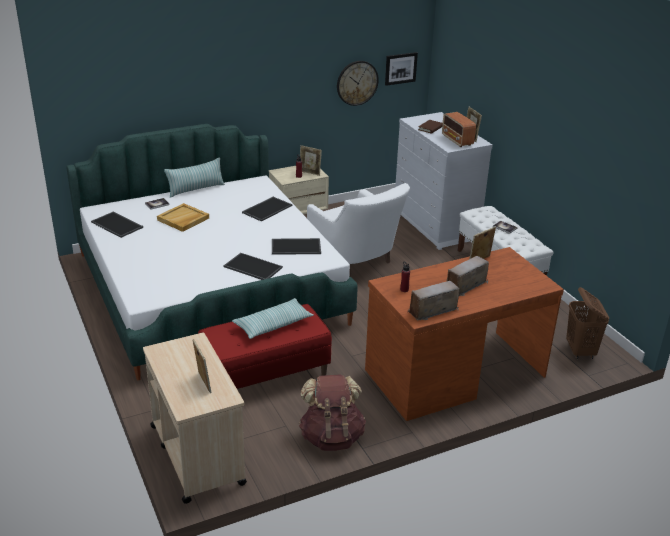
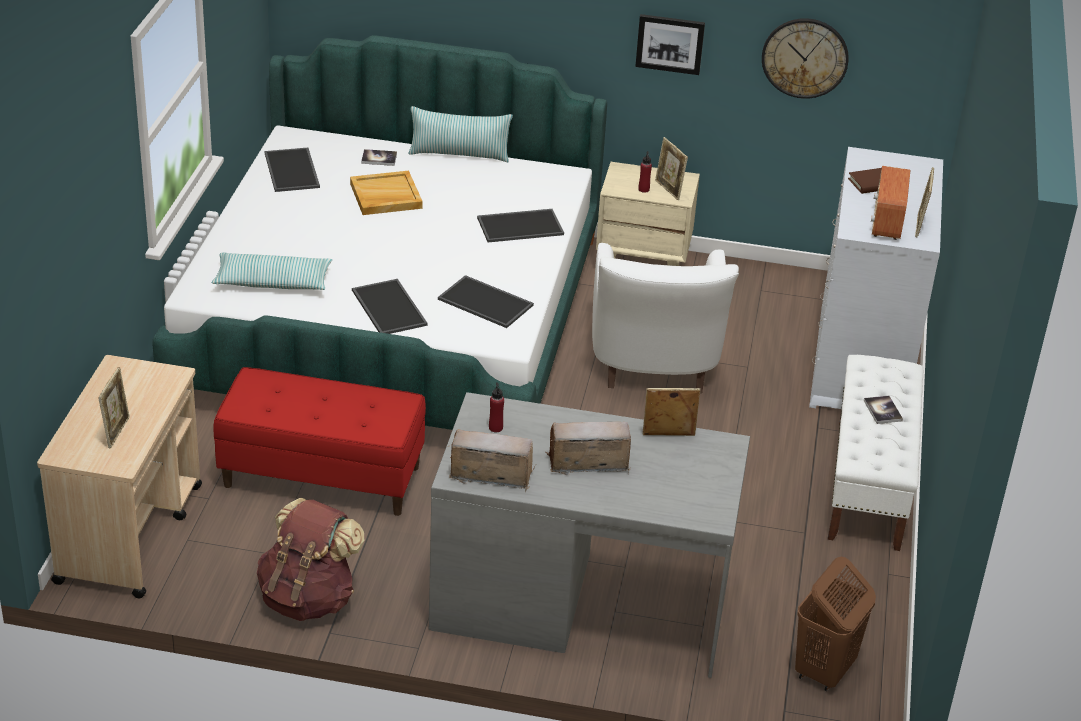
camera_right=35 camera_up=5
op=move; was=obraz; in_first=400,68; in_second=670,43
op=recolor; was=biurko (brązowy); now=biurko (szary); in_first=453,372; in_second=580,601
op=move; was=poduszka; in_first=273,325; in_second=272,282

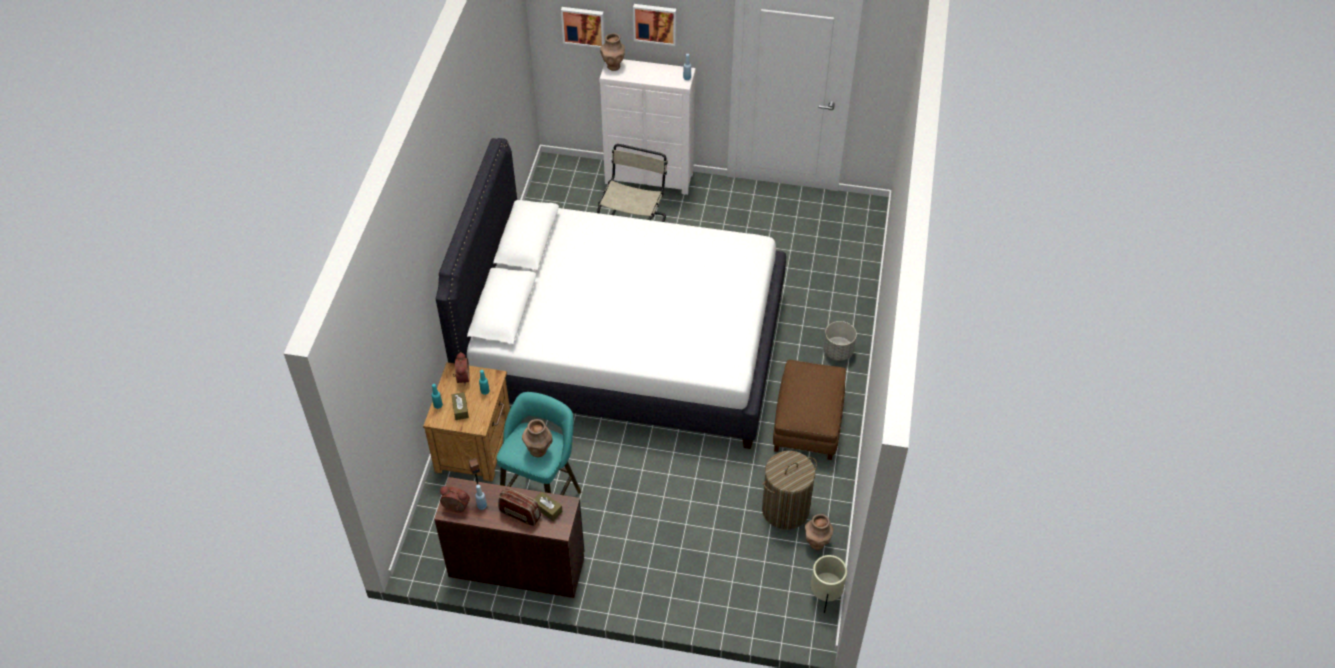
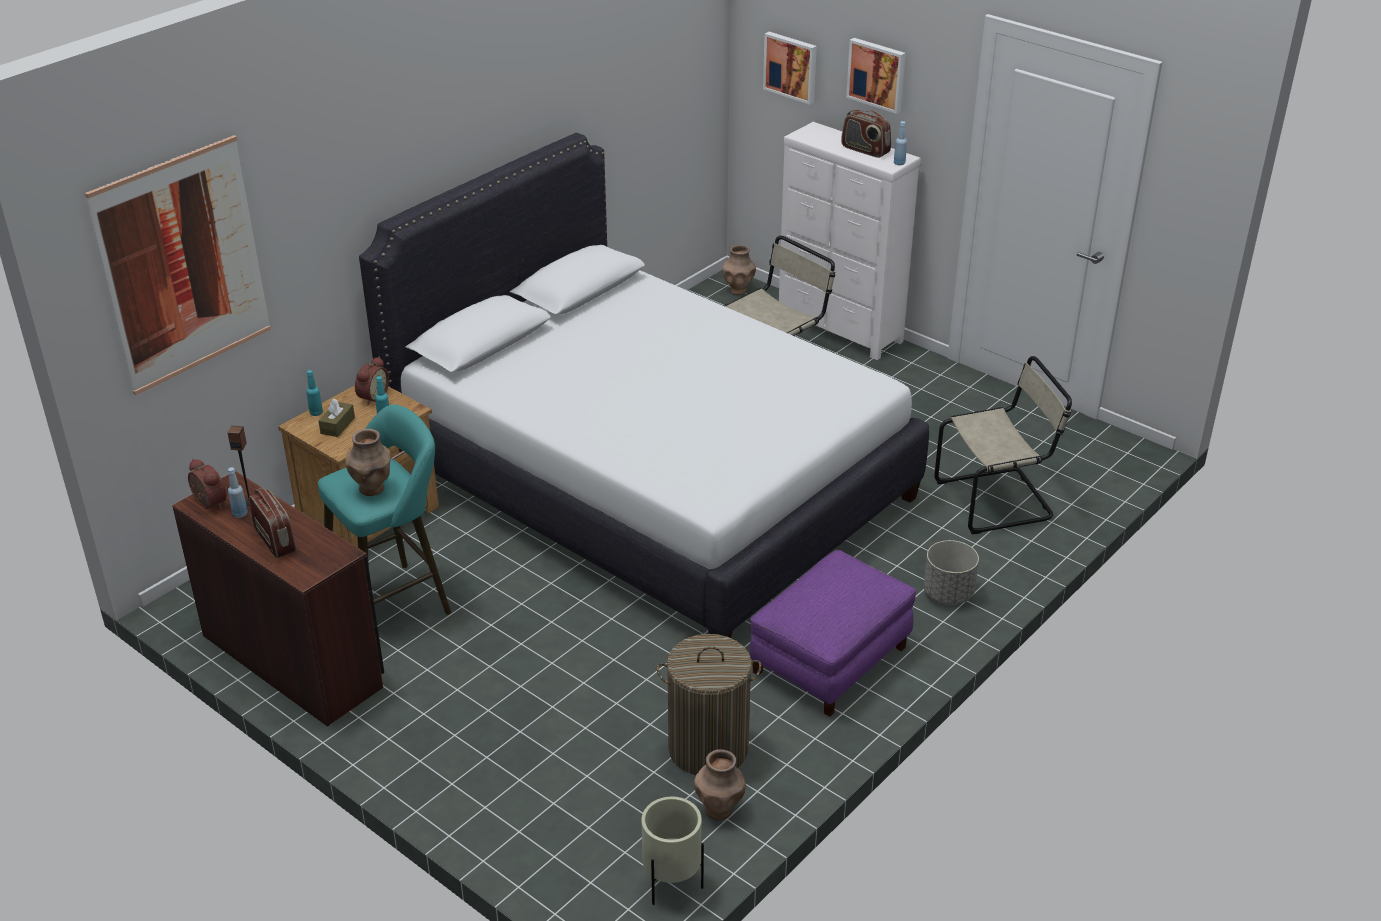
camera_right=30 camera_up=-15
op=move; was=wazon (brązowy); in_first=613,66; in_second=738,290
op=recolor; was=pufa (brązowy); now=pufa (fioletowy); in_first=808,424; in_second=830,661
op=delete; was=pudełko chusteczek (brązowy); in_first=547,509
op=insert; now=radio; in_second=865,150
op=insert; now=obraz; in_second=183,264
op=insert; now=krzesło (beżowy); in_second=997,500

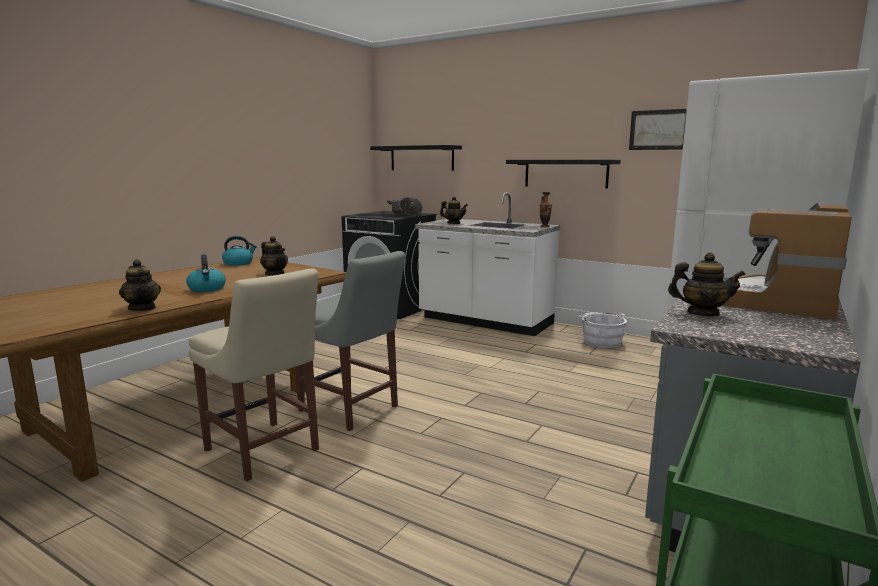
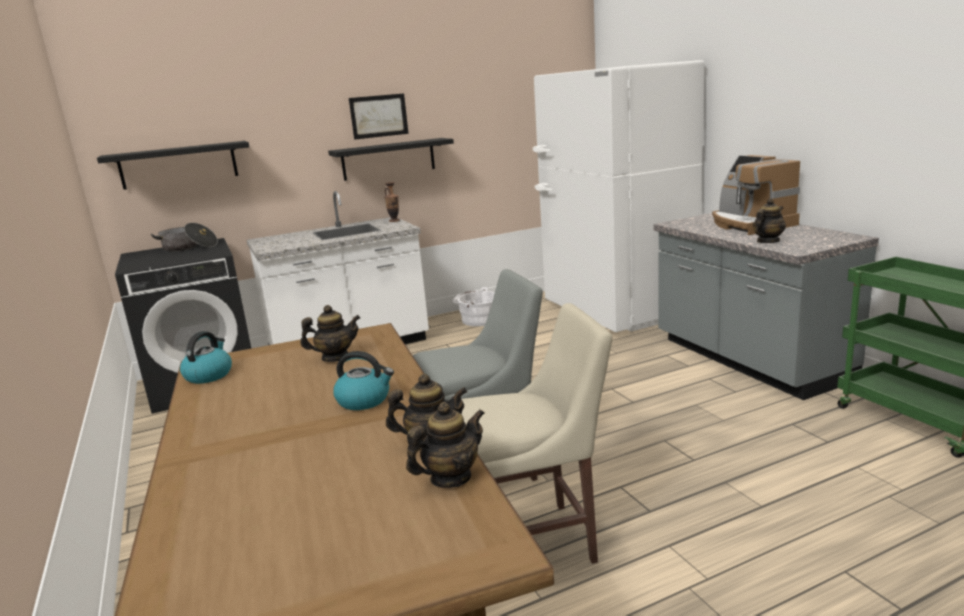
camera_right=-55 camera_up=5
op=move; was=obraz; in_first=658,130; in_second=379,116
op=move; was=imbryk; in_first=453,223; in_second=450,478

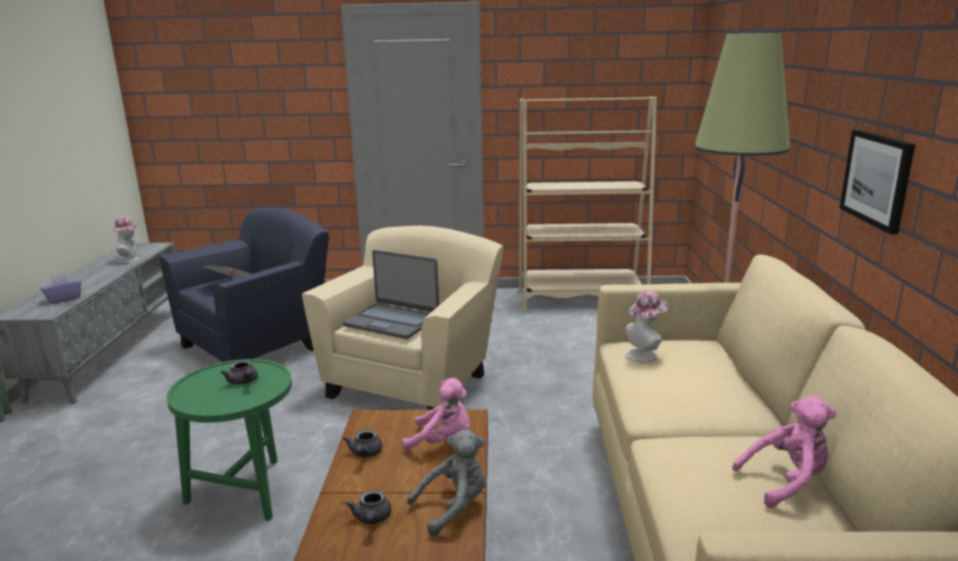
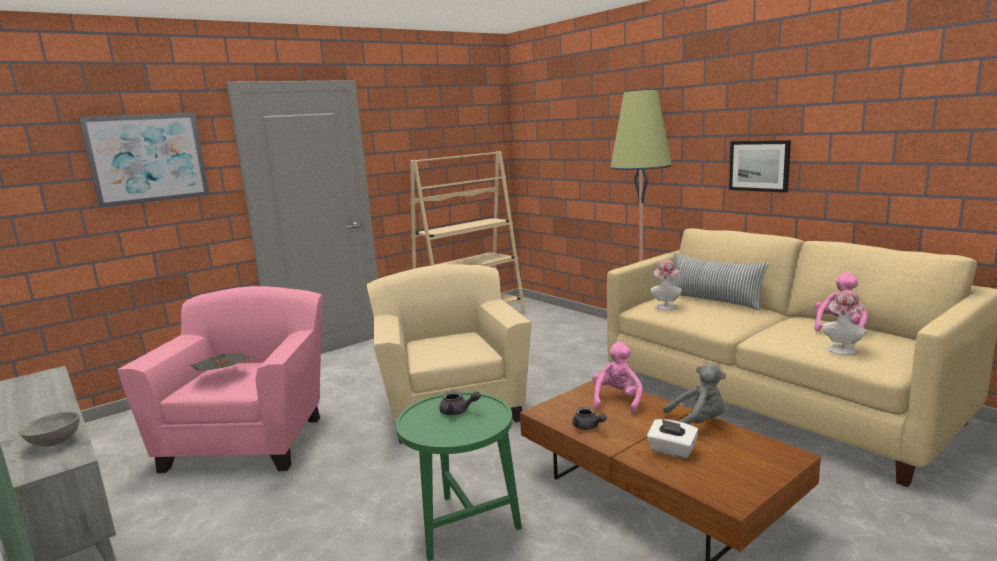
camera_right=-40 camera_up=-5
op=recolor; was=fotel (niebieski); now=fotel (różowy); in_first=258,345; in_second=251,439
op=move; was=kapelusz; in_first=131,259; in_second=843,348
op=delete; was=laptop; in_first=392,321
op=replace; was=pudełko chusteczek (fioletowy); now=miska (szary); in_first=63,298; in_second=54,443
op=rotate; was=pluszak (różowy); in_first=443,442; in_second=617,400; clockwise=-45
op=rotate; was=pluszak (szary); in_first=454,507; in_second=697,423; clockwise=75
op=replace; was=imbryk (szary); now=pudełko chusteczek (biały); in_first=372,519; in_second=672,450
op=insert; now=obraz; in_second=147,158
op=insert; now=poduszka; in_second=714,301

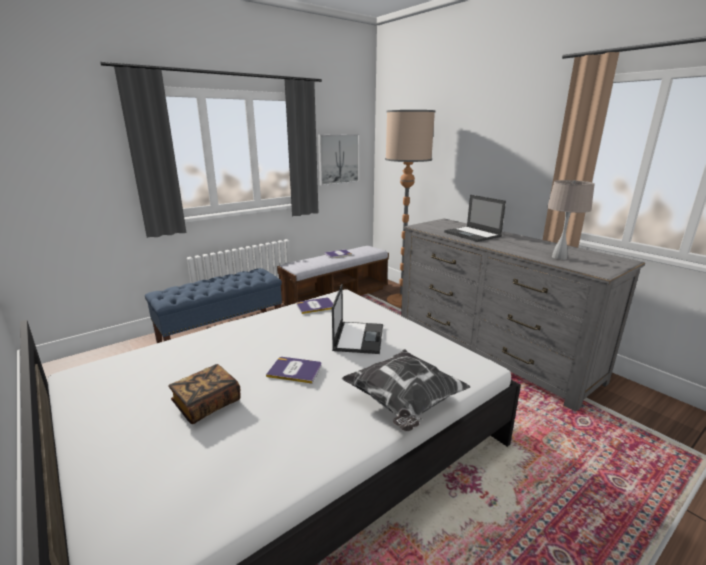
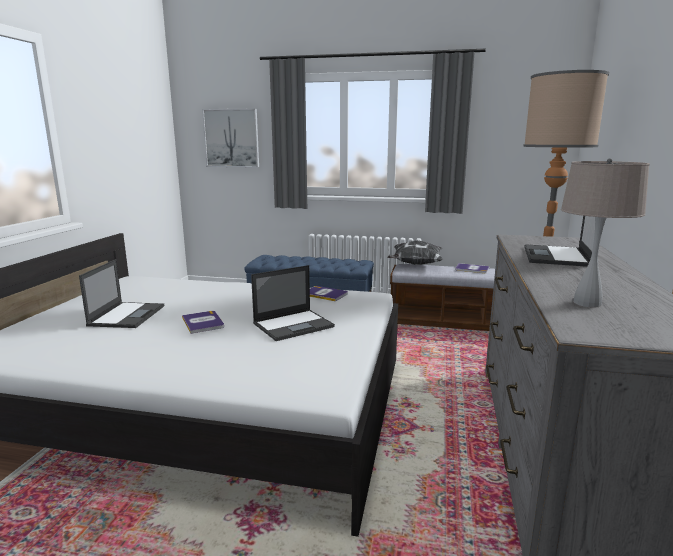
camera_right=50 camera_up=-5
op=move; was=obraz; in_first=338,159; in_second=231,138
op=move; was=poduszka; in_first=404,403; in_second=415,265
op=replace; was=książka; now=laptop; in_first=207,404; in_second=127,315

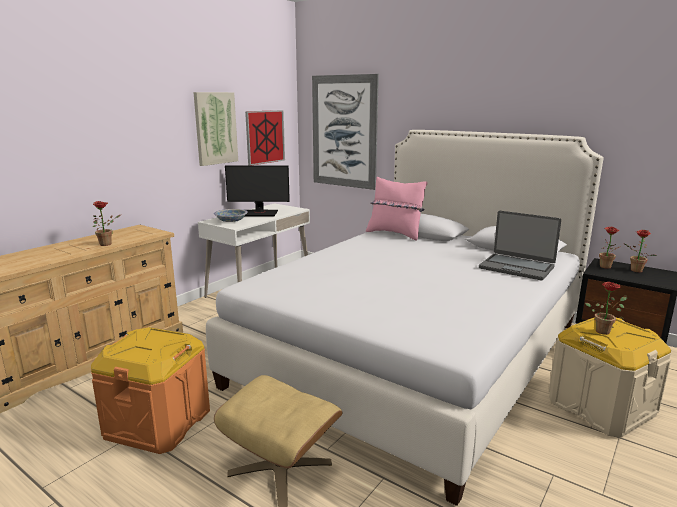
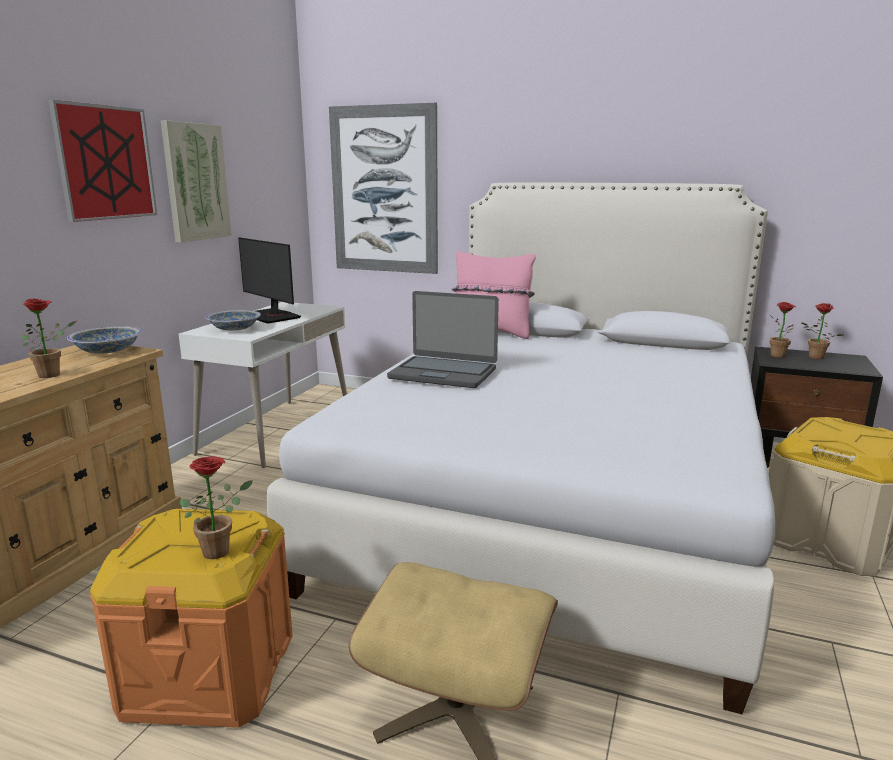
camera_right=-15 camera_up=0
op=move; was=obraz; in_first=265,137; in_second=105,163
op=rotate; was=monitor; in_first=259,213; in_second=271,316; clockwise=60
op=move; was=laptop; in_first=516,267; in_second=443,373
op=move; was=roślina doniczkowa; in_first=604,331; in_second=221,550
op=insert; now=miska; in_second=107,351

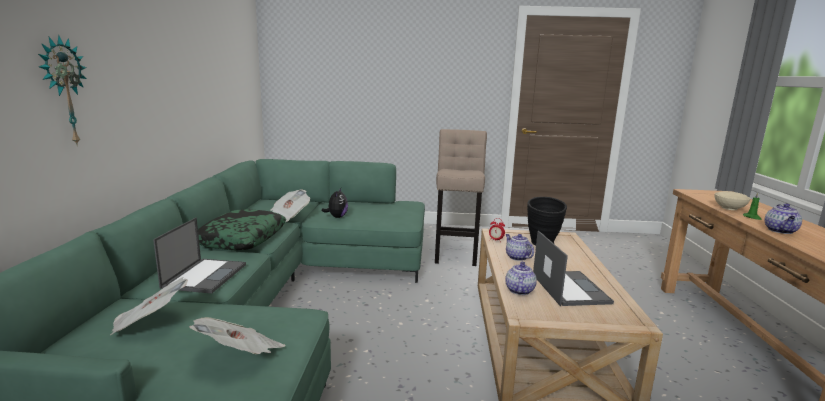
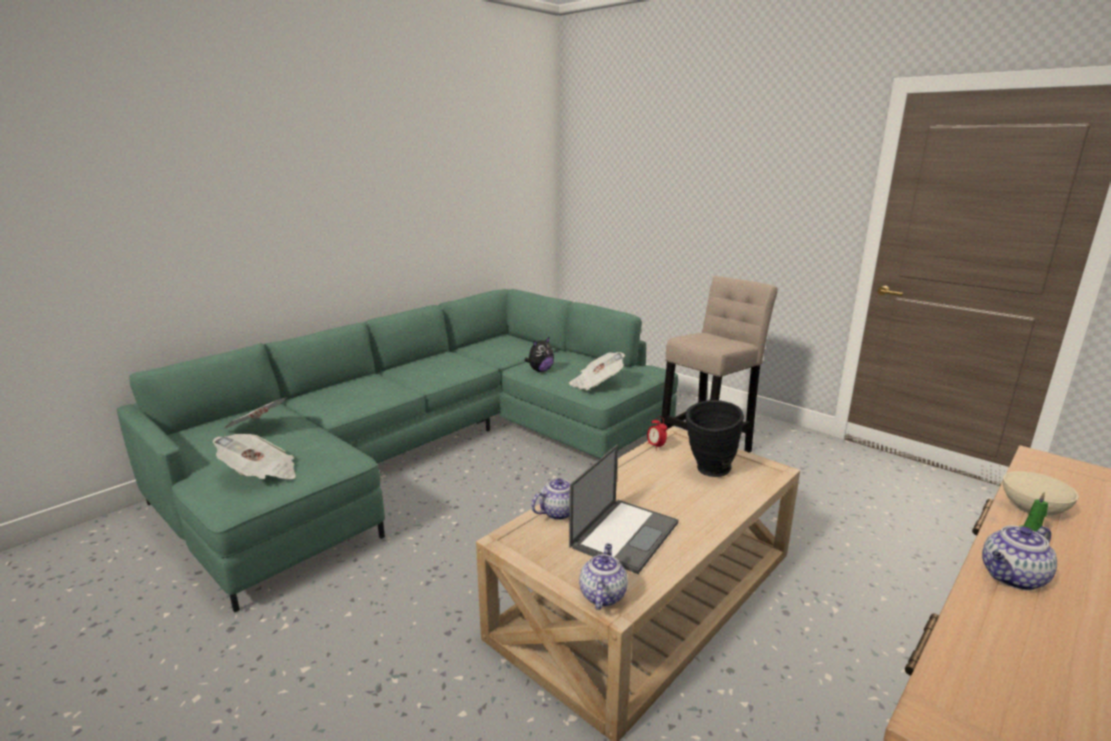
camera_right=40 camera_up=5
op=delete; was=zegar ścienny; in_first=63,92
op=move; was=gazeta; in_first=287,217; in_second=596,384
op=delete; was=poduszka; in_first=242,238
op=delete; was=laptop; in_first=205,275
op=move; was=imbryk; in_first=517,257; in_second=602,595

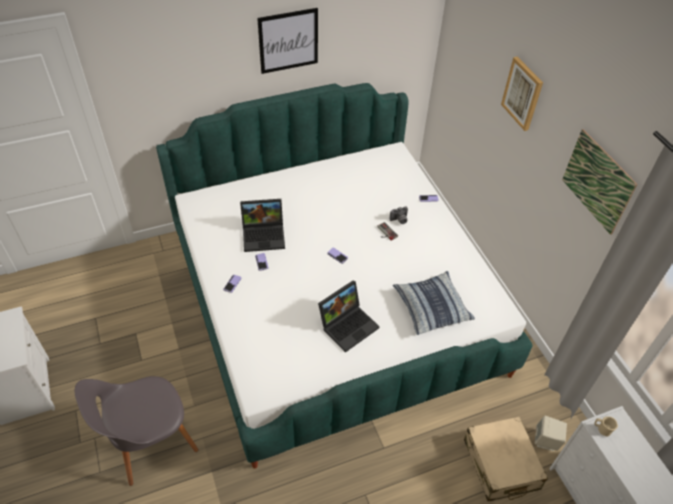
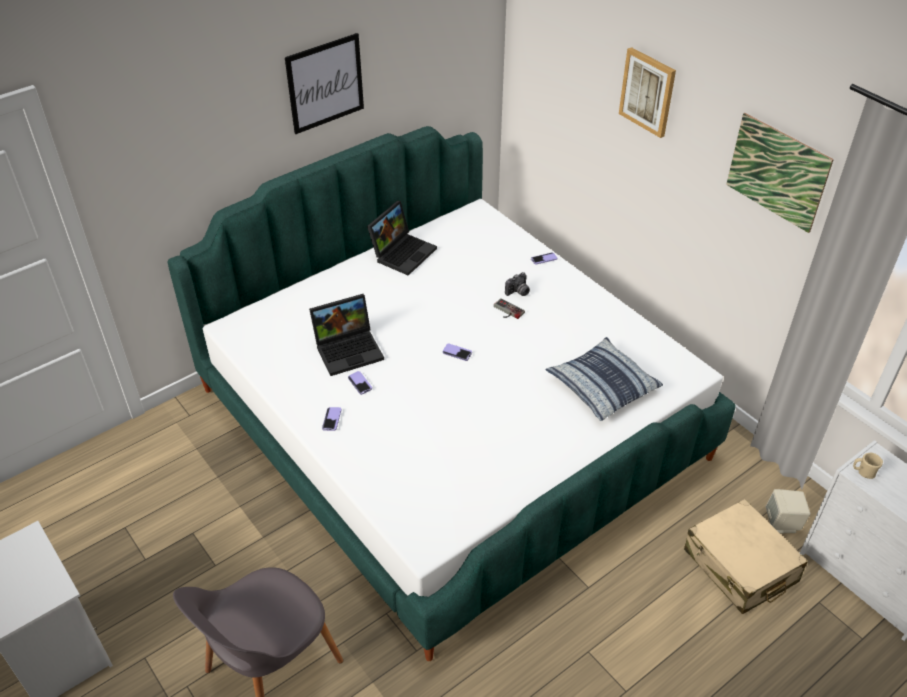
camera_right=-15 camera_up=-5
op=move; was=laptop; in_first=348,324; in_second=403,252

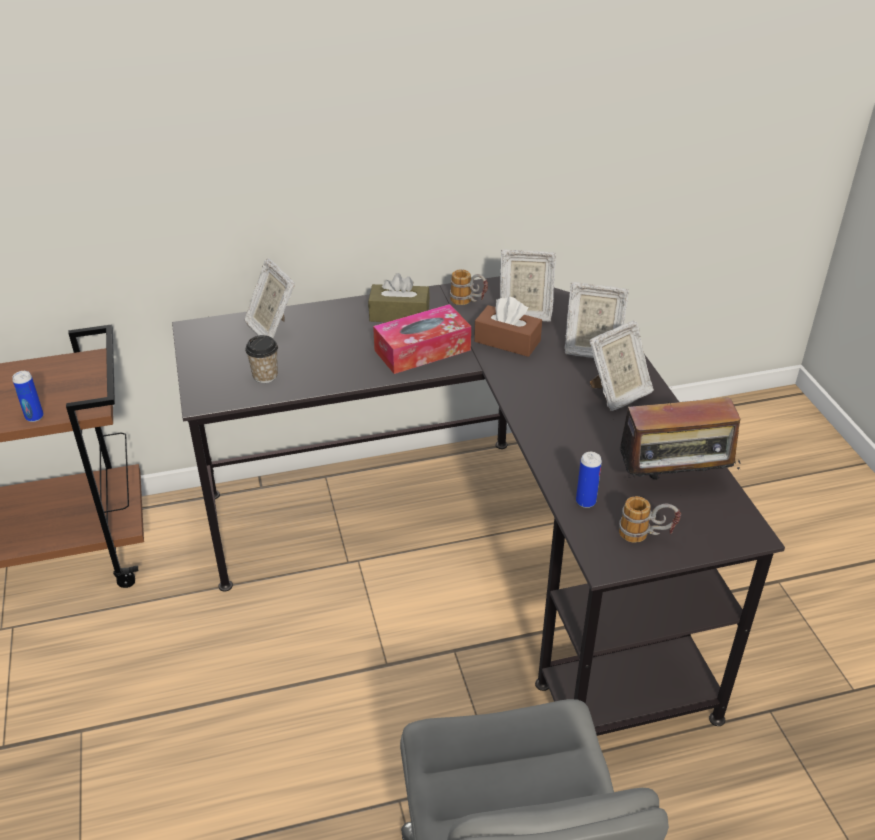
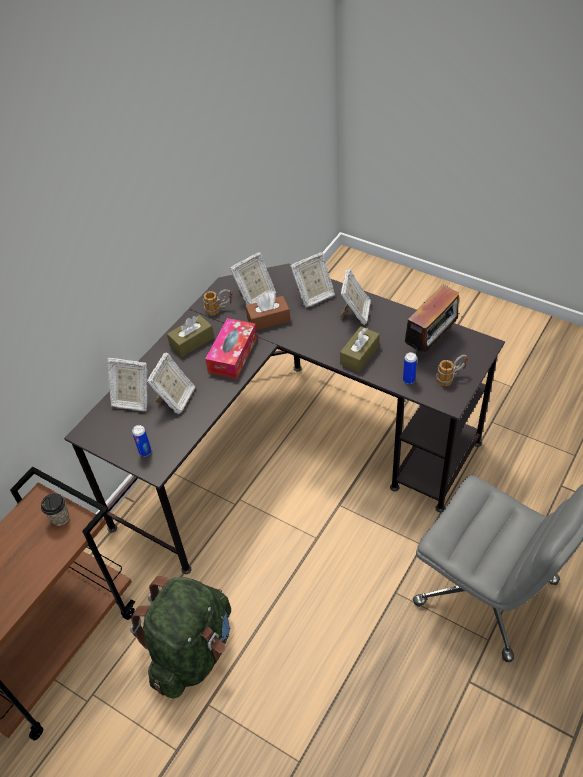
camera_right=-40 camera_up=10
op=move; was=filiżanka; in_first=265,376; in_second=60,518
op=move; was=puszka; in_first=34,417; in_second=145,452
op=insert; now=pudełko chusteczek (brązowy); in_second=359,355
op=insert; now=ramka na zdjęcie; in_second=175,399
op=insert; now=plecak (zielony); in_second=192,651

